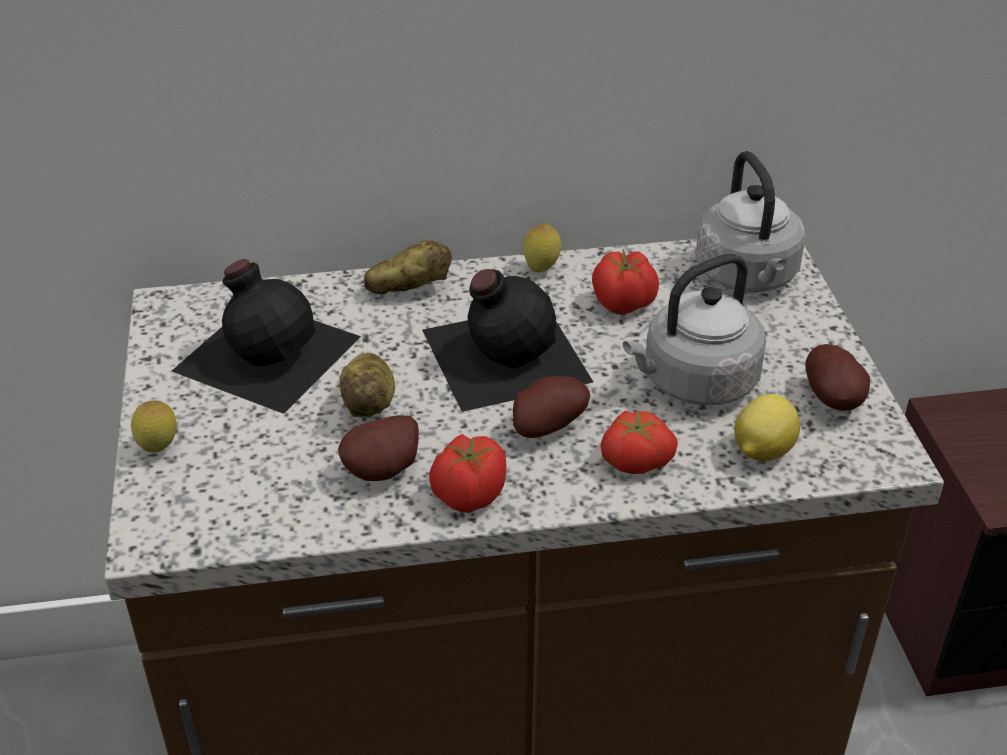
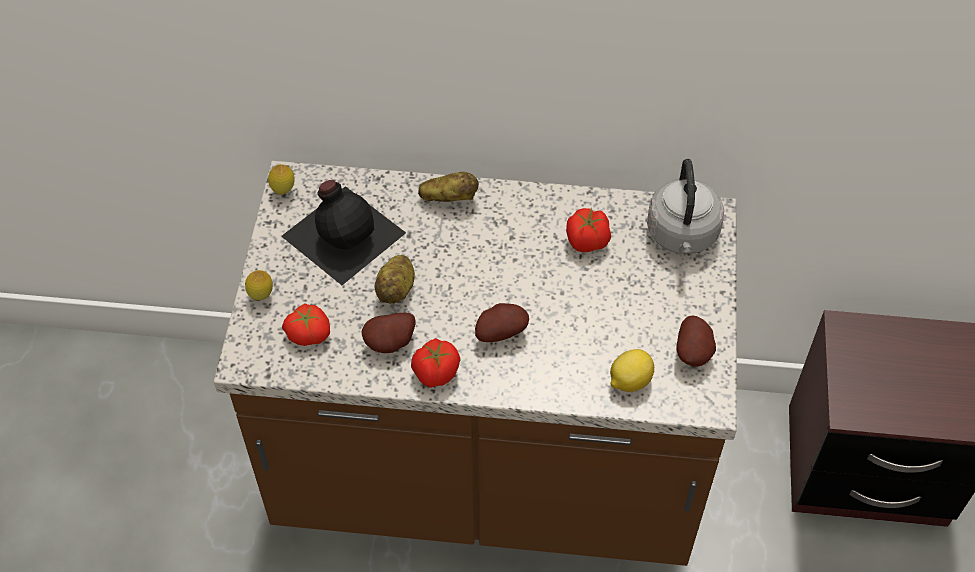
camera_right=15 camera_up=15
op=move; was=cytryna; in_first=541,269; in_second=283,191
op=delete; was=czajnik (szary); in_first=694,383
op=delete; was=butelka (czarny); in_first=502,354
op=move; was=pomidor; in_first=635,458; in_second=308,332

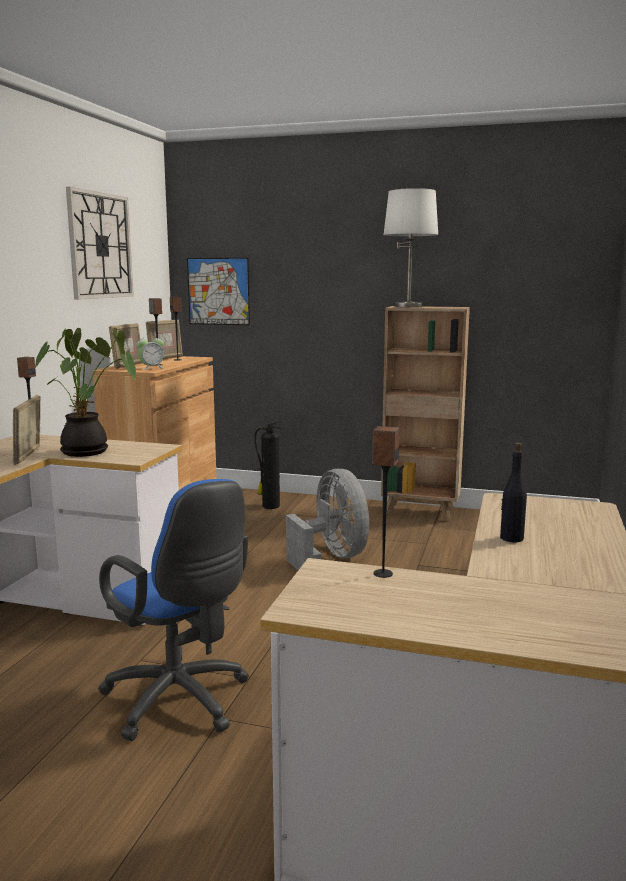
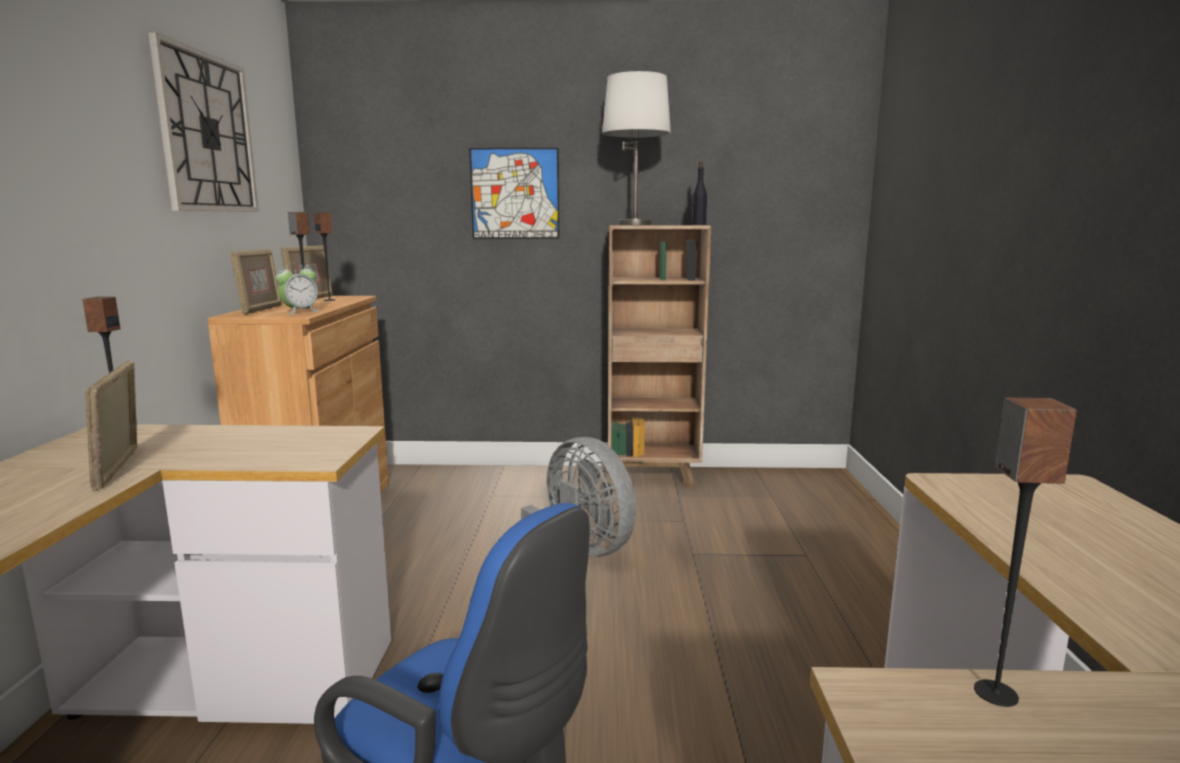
camera_right=-15 camera_up=0
op=move; was=obraz; in_first=218,291; in_second=515,193
op=delete; was=roślina doniczkowa; in_first=89,452
op=delete; was=gaśnica; in_first=270,506
op=move; was=butelka (czarny); in_first=511,538; in_second=698,225

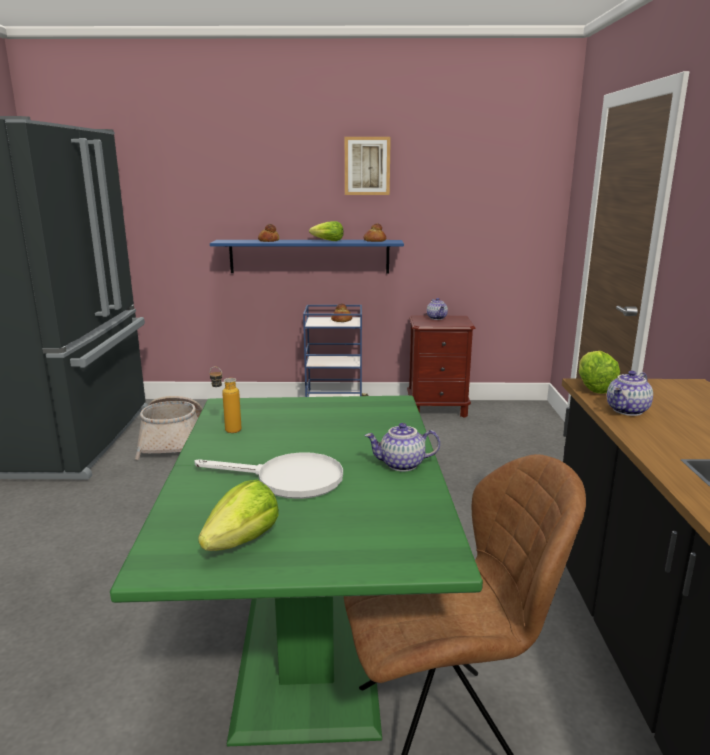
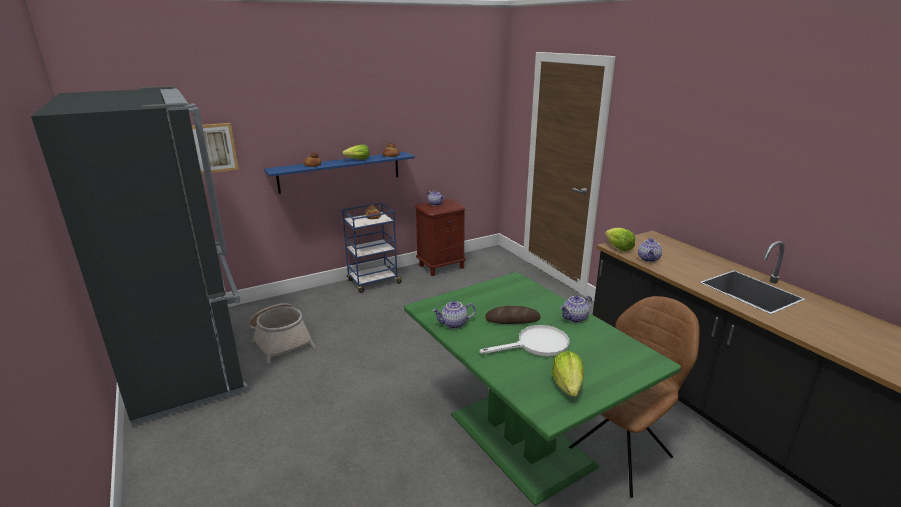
camera_right=-30 camera_up=5
op=move; was=obraz; in_first=367,166; in_second=213,148
op=replace; was=butelka; now=imbryk; in_first=227,429; in_second=454,324
op=insert; now=chleb; in_second=512,319

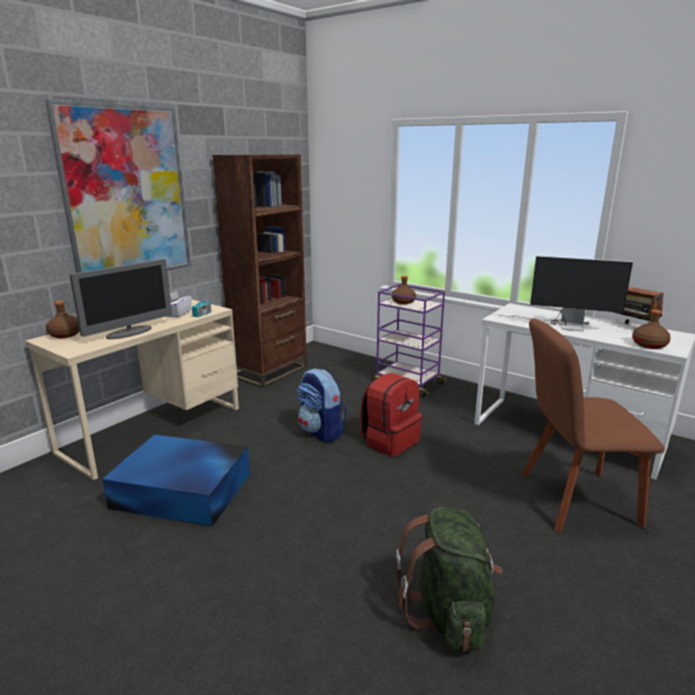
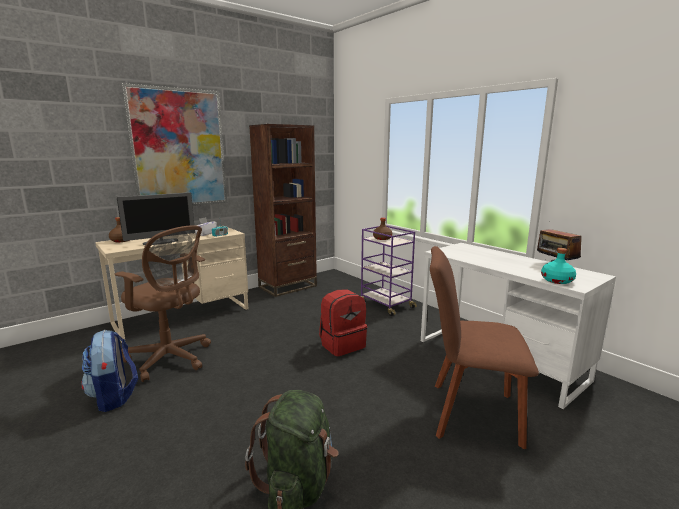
camera_right=15 camera_up=-5
op=delete; was=monitor; in_first=562,325
op=recolor; was=butelka (brązowy); now=butelka (turkusowy); in_first=649,345; in_second=557,280
op=move; was=plecak; in_first=321,432; in_second=114,397
op=replace; was=pojemnik do przechowywania (niebieski); now=krzesło biurowe (brązowy); in_first=183,491; in_second=171,359

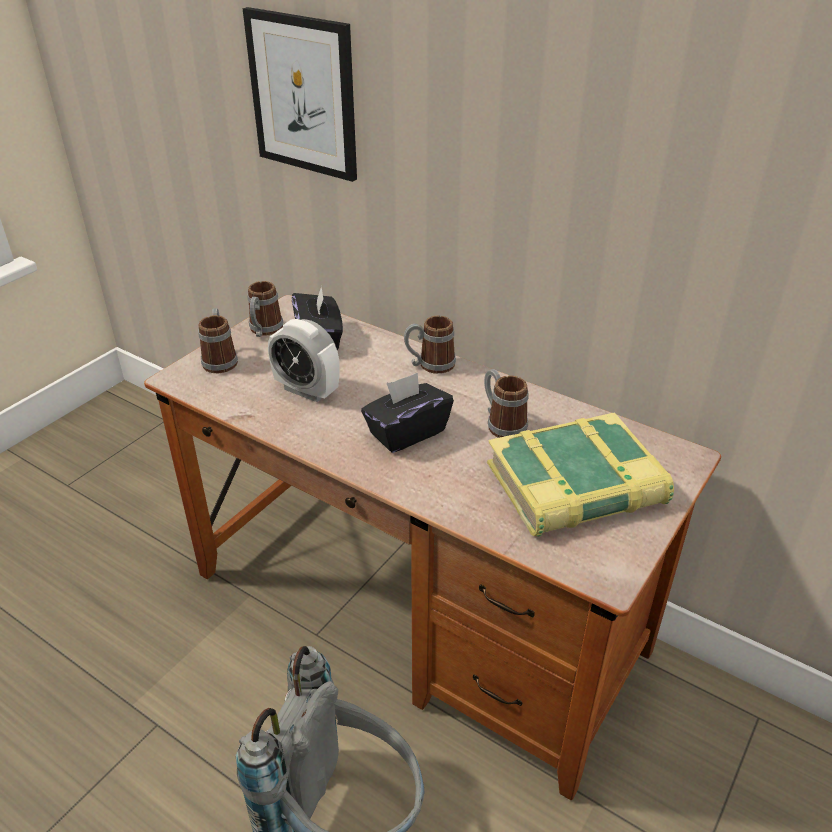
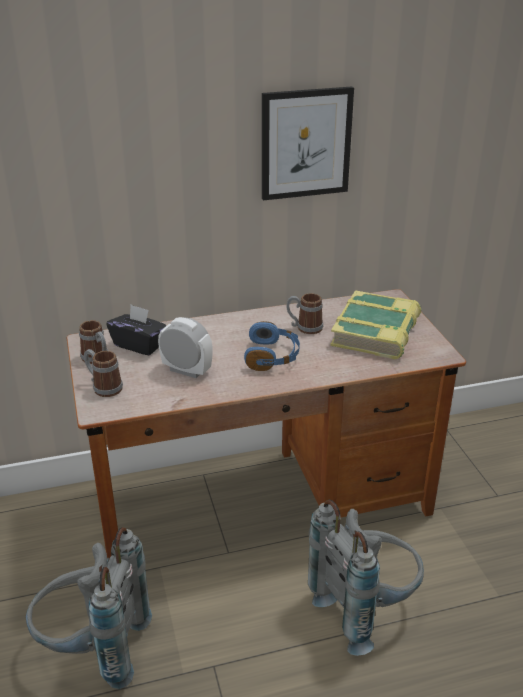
camera_right=-50 camera_up=-5
op=move; was=obraz; in_first=303,95; in_second=305,143
op=delete; was=kubek; in_first=430,365
op=rotate; was=budzik; in_first=307,390; in_second=186,370; clockwise=-135
op=replace; was=pudełko chusteczek (czarny); now=słuchawki (niebieski); in_first=407,432; in_second=272,356
op=insert; now=plecak (szary); in_second=94,650

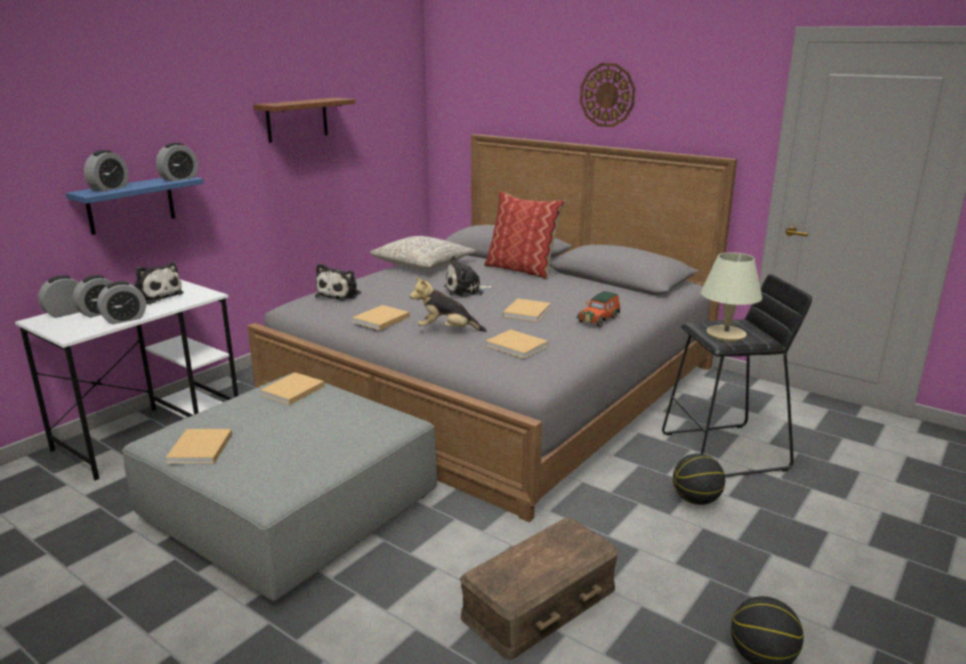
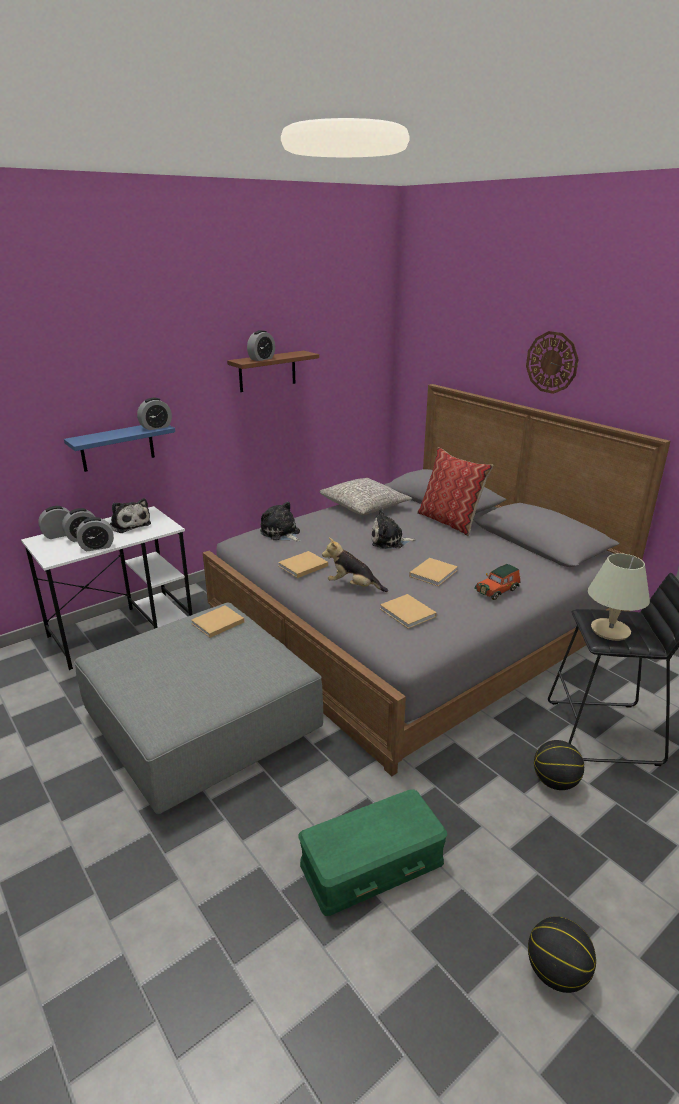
camera_right=15 camera_up=5
op=move; was=budzik; in_first=109,188; in_second=261,359
op=rotate; was=pluszak; in_first=340,295; in_second=281,533; clockwise=105
op=delete; was=książka (beżowy); in_first=199,449
op=recolor; was=pojemnik do przechowywania (brązowy); now=pojemnik do przechowywania (zielony); in_first=540,604; in_second=372,864

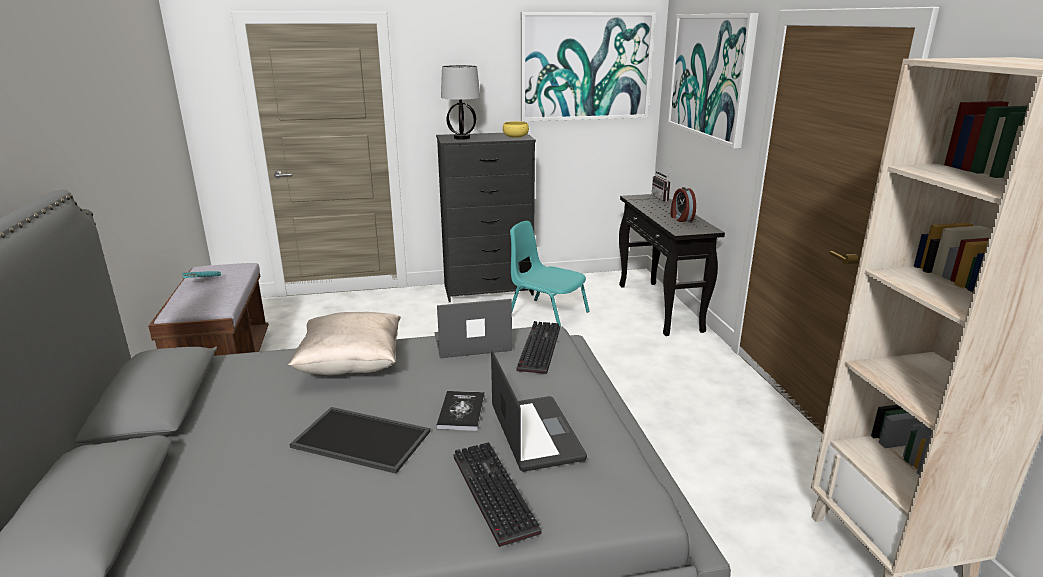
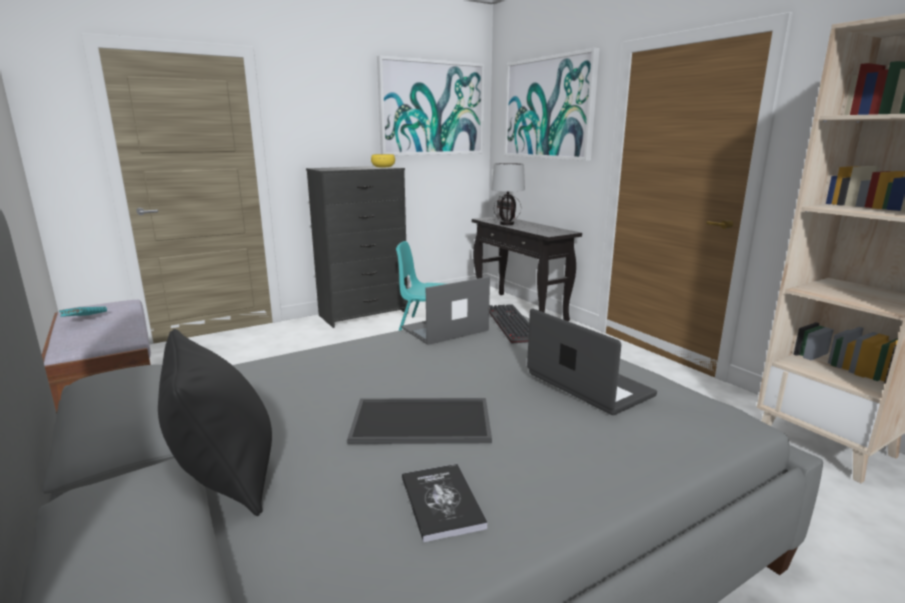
camera_right=-20 camera_up=-5
op=move; was=lampa stołowa; in_first=462,138; in_second=507,224
op=delete; was=budzik; in_first=681,218
op=delete; was=poduszka (beżowy); in_first=351,366
op=move; was=książka; in_first=461,412; in_second=441,502
op=delete; was=klawiatura; in_first=490,492
op=insert; now=poduszka (czarny); in_second=226,477

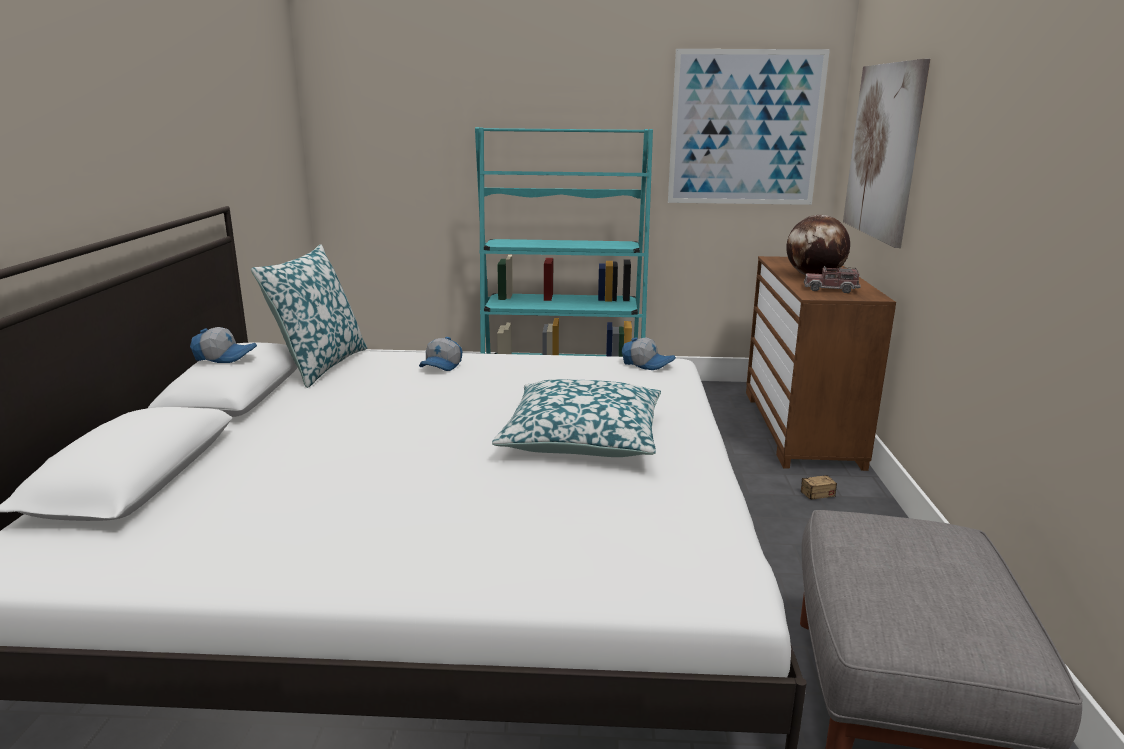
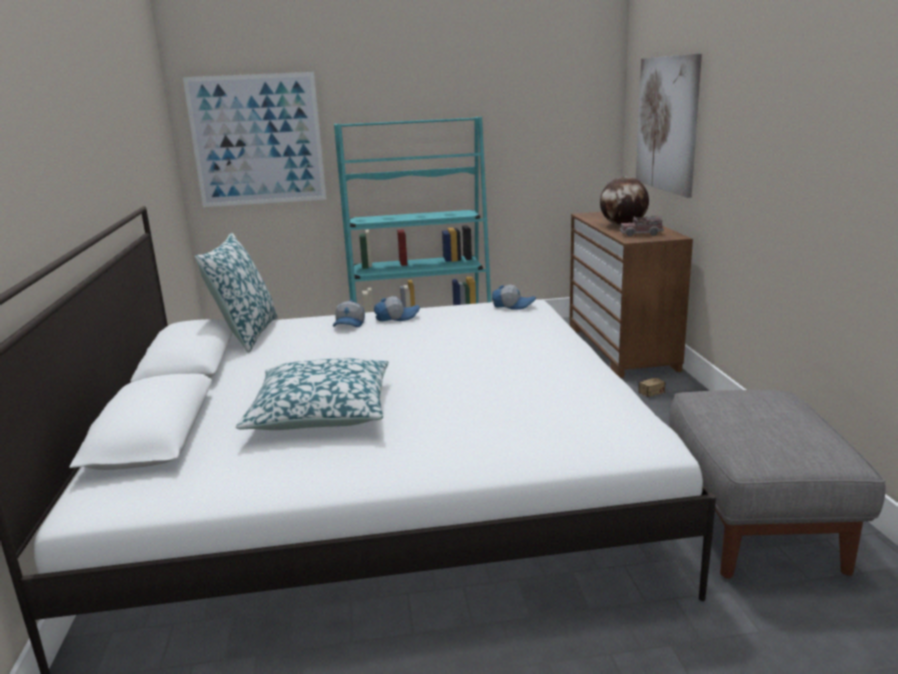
camera_right=-10 camera_up=0
op=move; was=obraz; in_first=745,128; in_second=257,140
op=move; was=czapka z daszkiem; in_first=225,357; in_second=397,317
op=move; was=poduszka; in_first=582,438; in_second=321,411

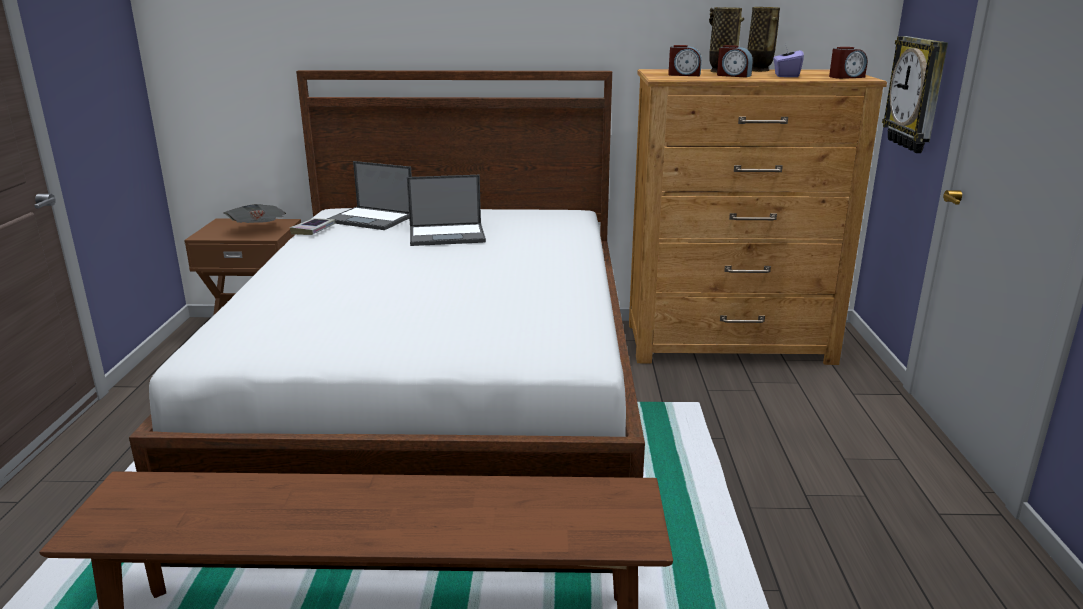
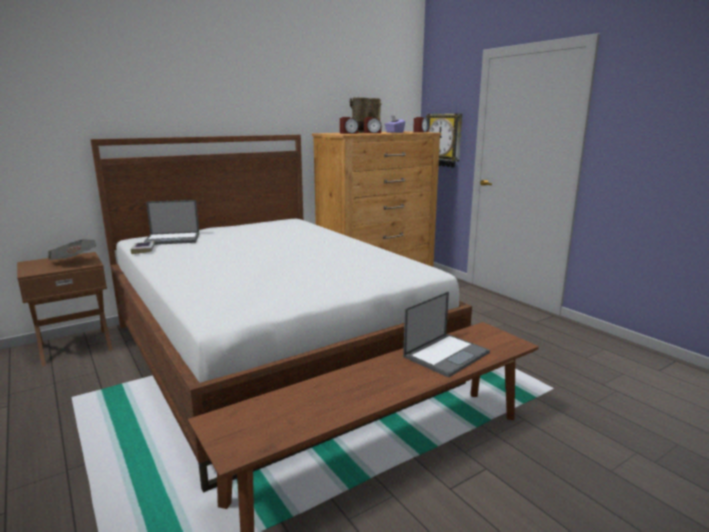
camera_right=-35 camera_up=-5
op=move; was=laptop; in_first=448,235; in_second=446,354

